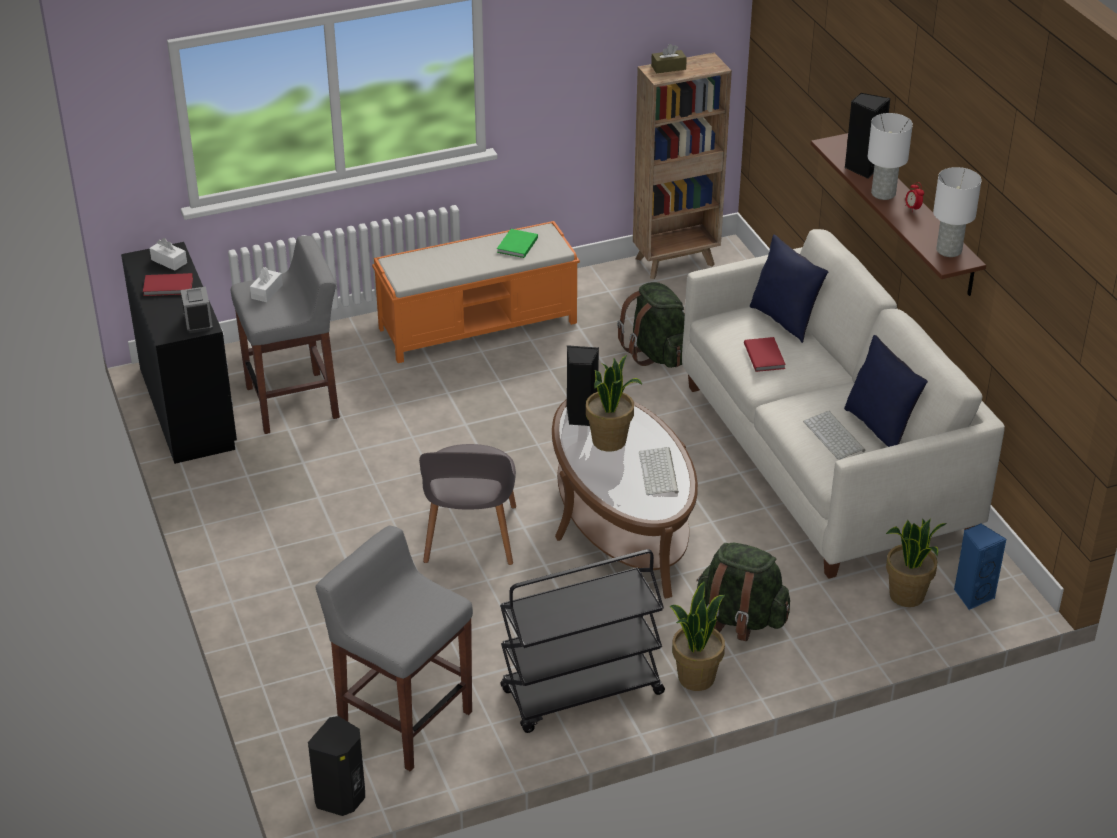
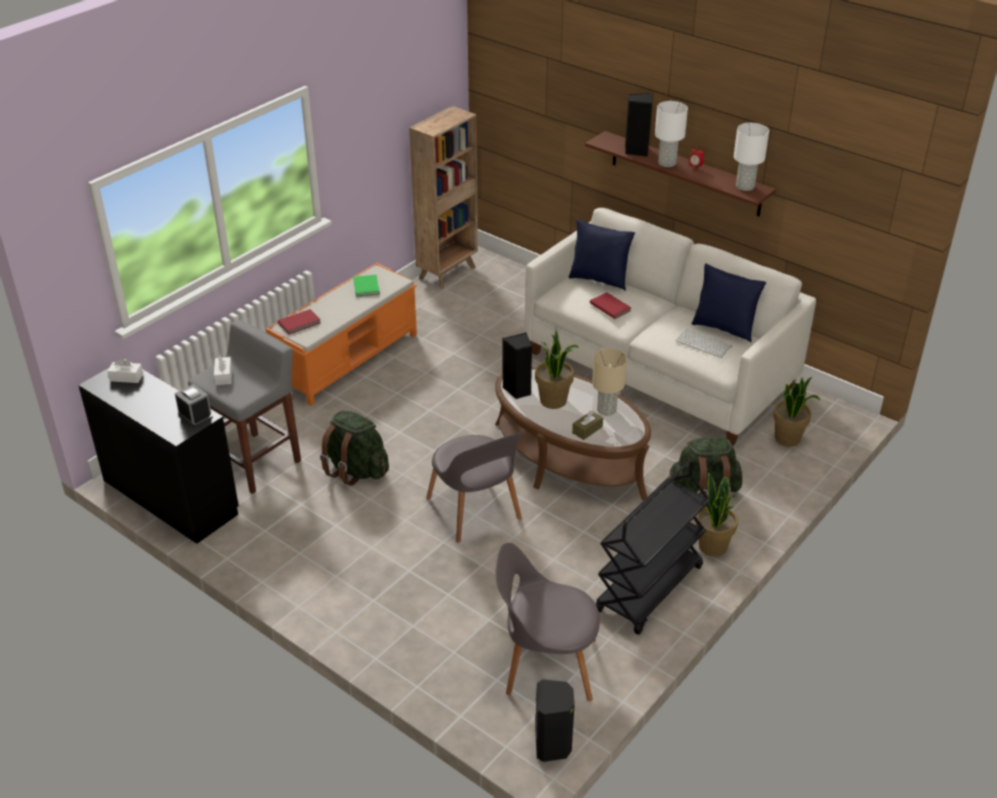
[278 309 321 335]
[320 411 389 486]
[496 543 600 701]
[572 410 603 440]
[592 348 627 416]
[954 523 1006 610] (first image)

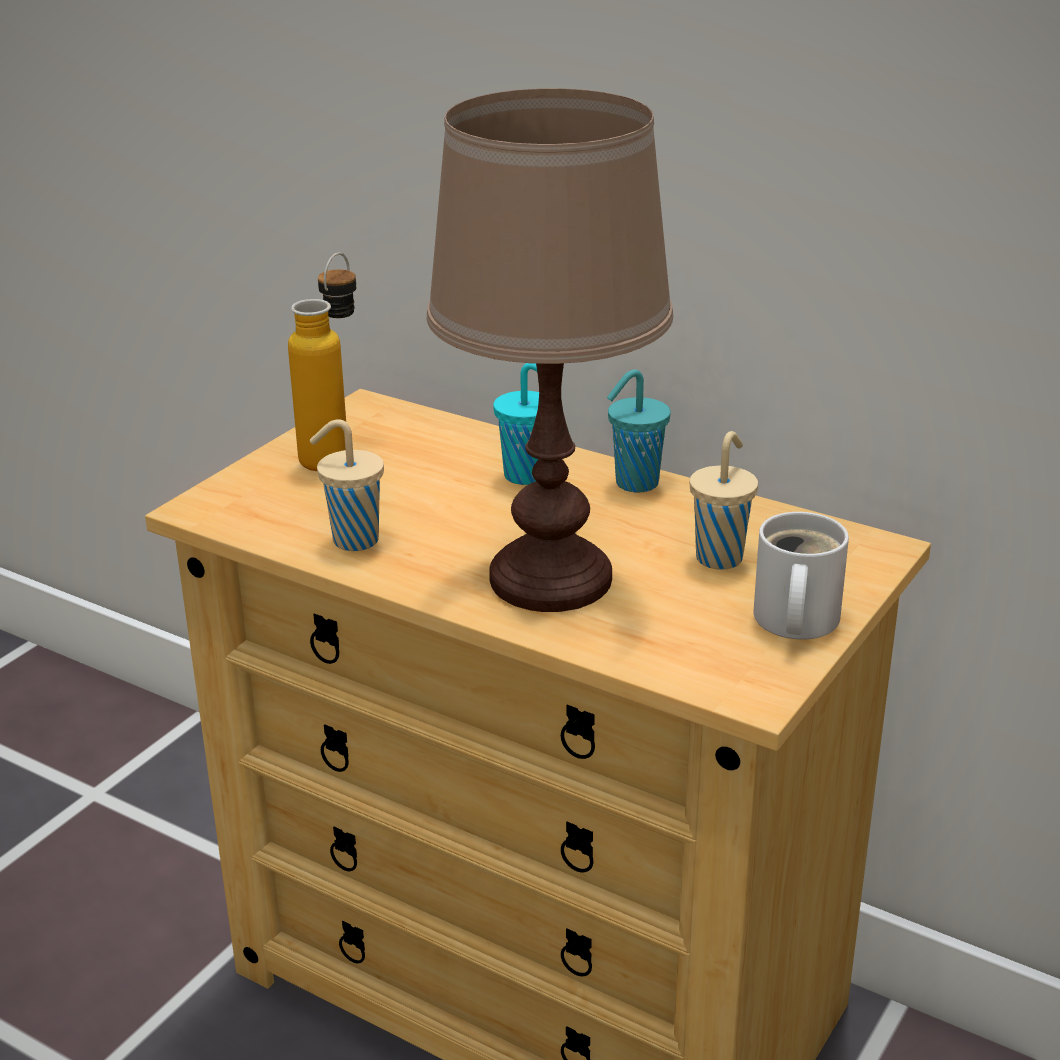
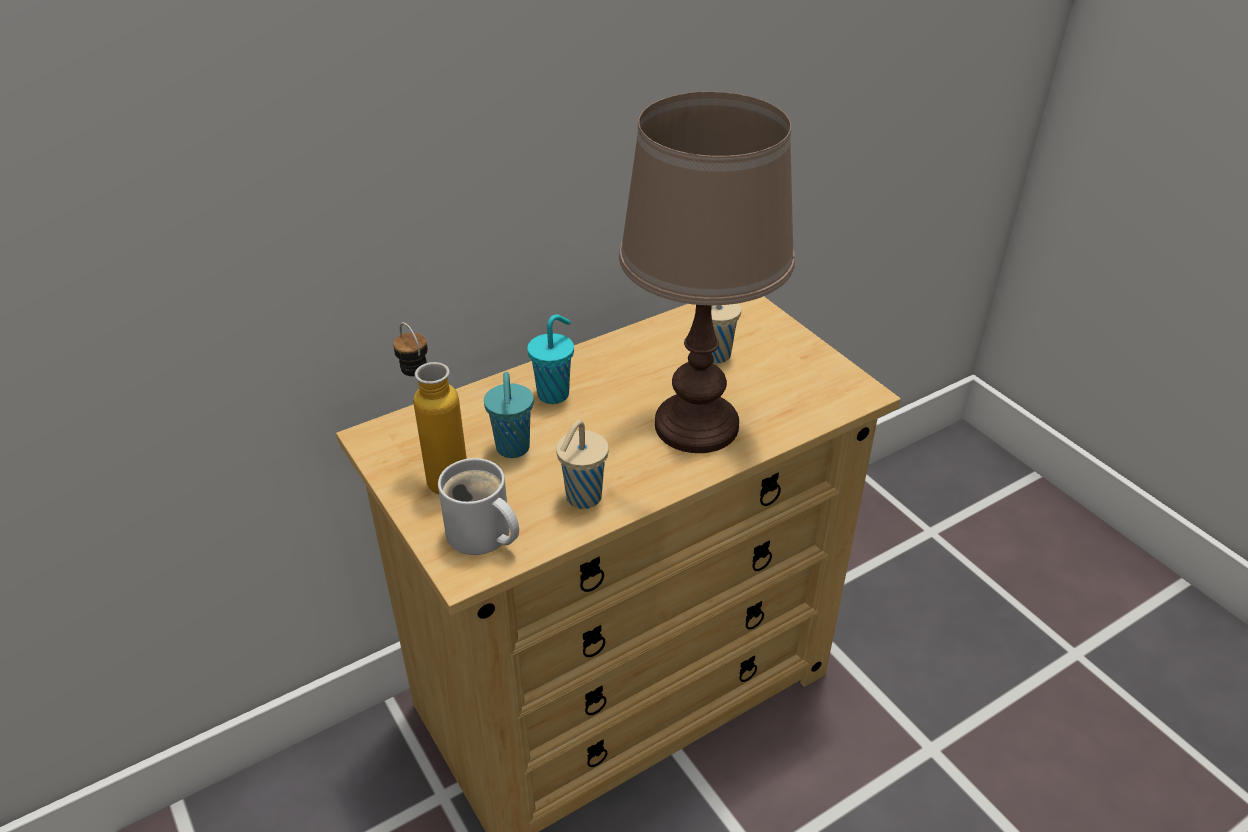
[438 458 519 555]
[484 372 534 458]

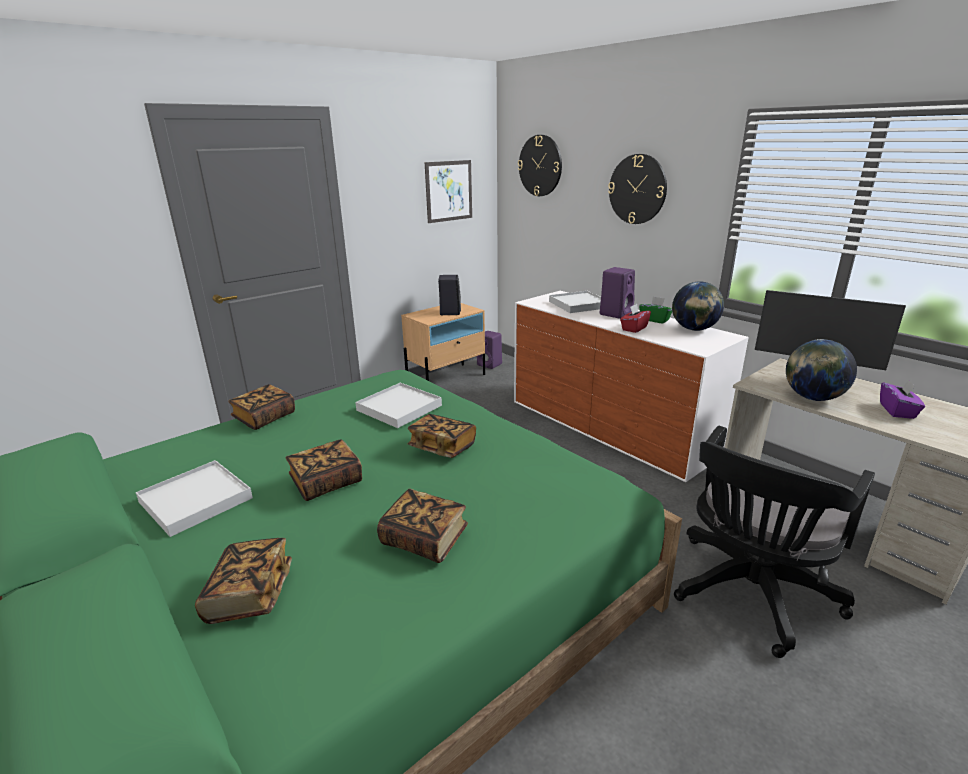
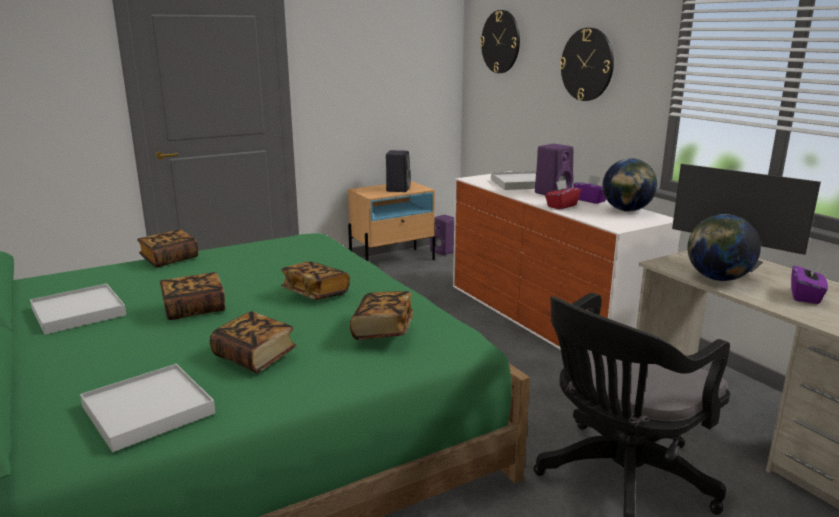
[80 364 215 452]
[350 291 413 340]
[573 175 606 204]
[425 160 472 223] (first image)

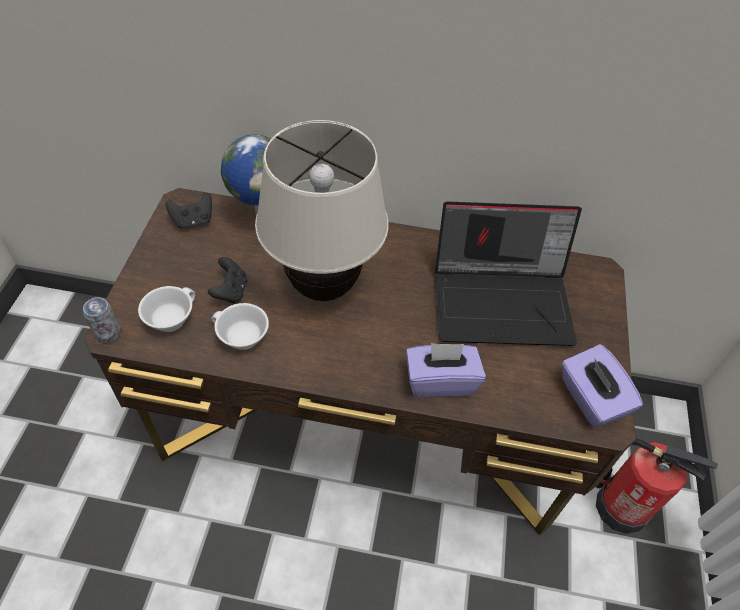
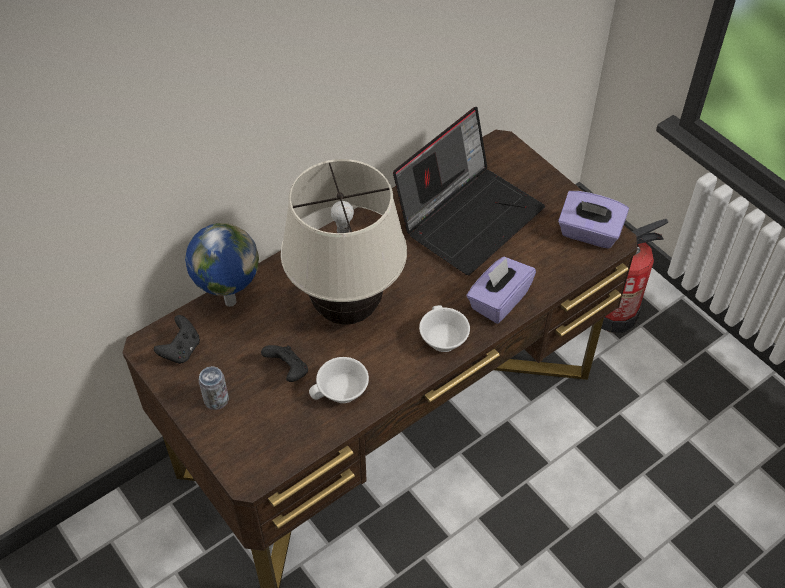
[199 366 229 410]
[419 305 470 352]

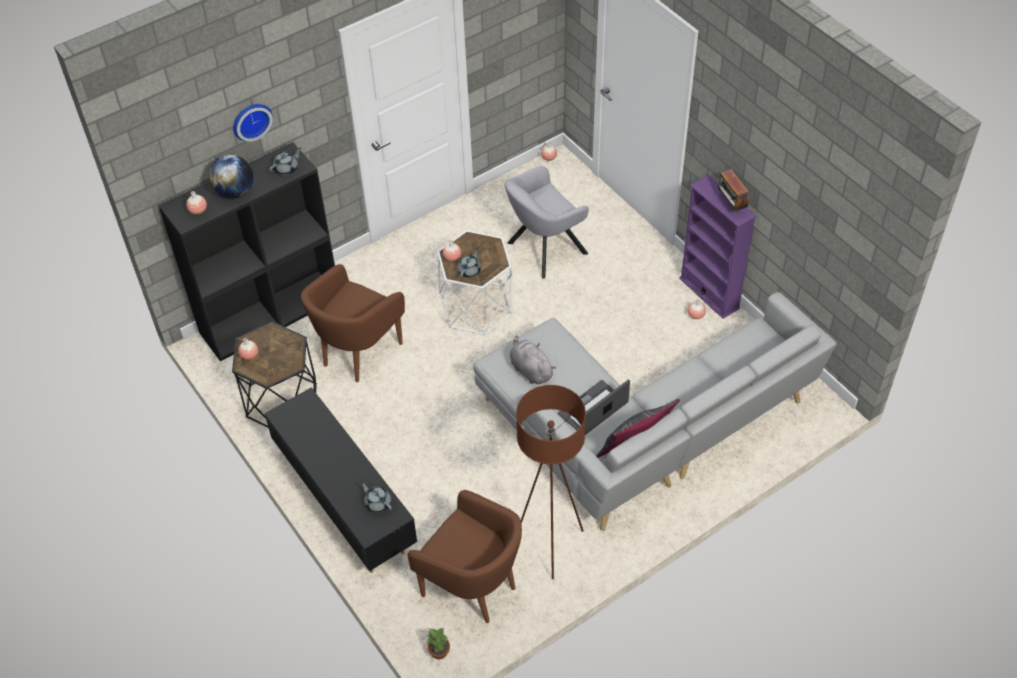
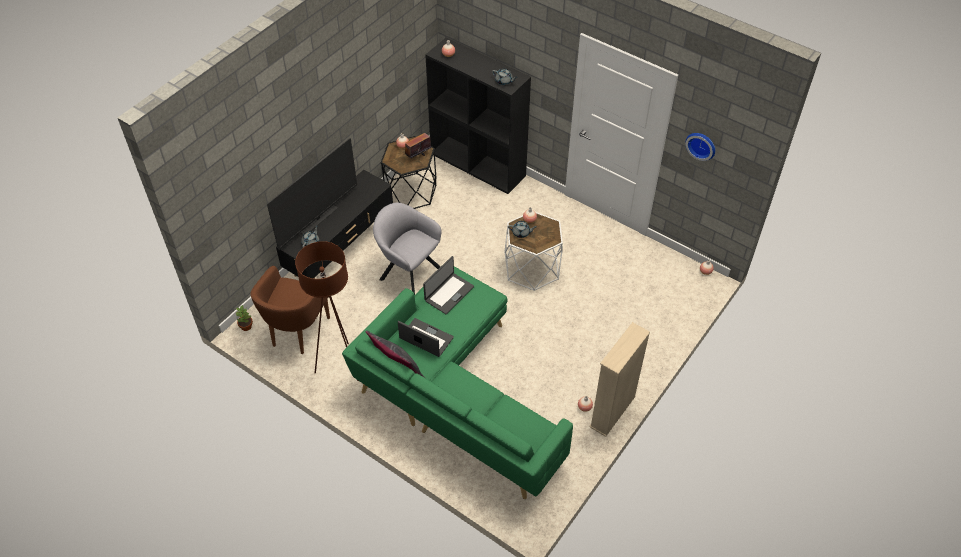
[267 138 357 250]
[342 266 573 499]
[373 203 441 295]
[405 133 431 158]
[423 256 474 314]
[589 322 650 437]
[686 133 715 161]
[209 155 253 199] (first image)
[301 264 405 382] (first image)

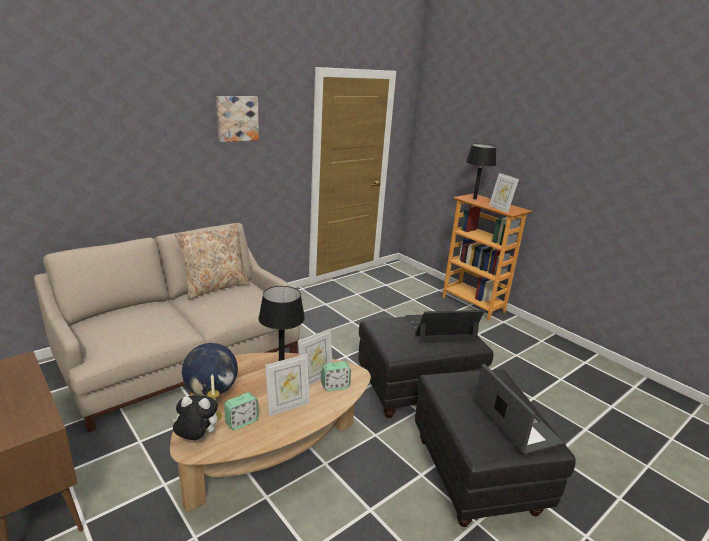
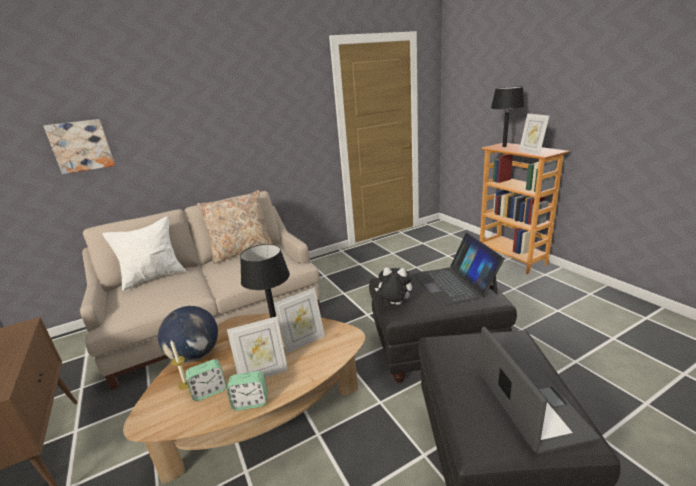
[43 119 115 174]
[102 217 186 291]
[227 371 267 410]
[375 267 412 305]
[414 233 504 306]

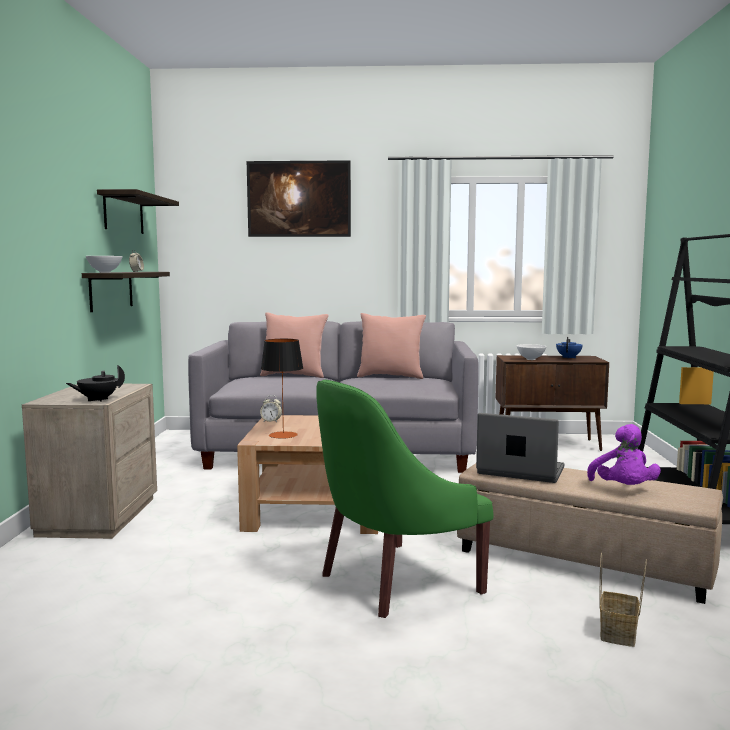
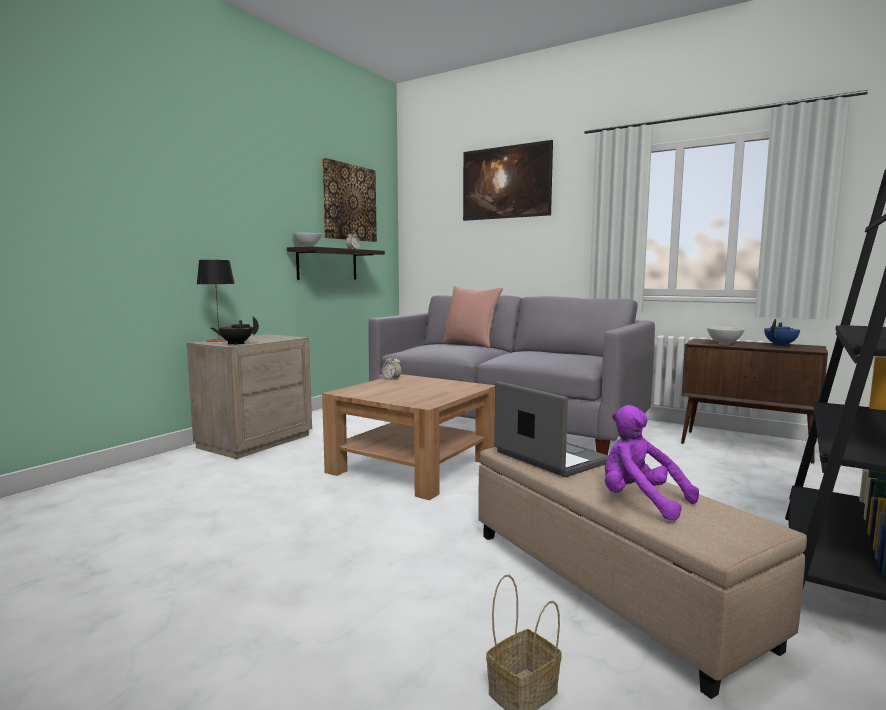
[197 260 235 342]
[322 158 377 242]
[605 405 699 521]
[316 380 493 618] (first image)
[357 313 426 379] (first image)

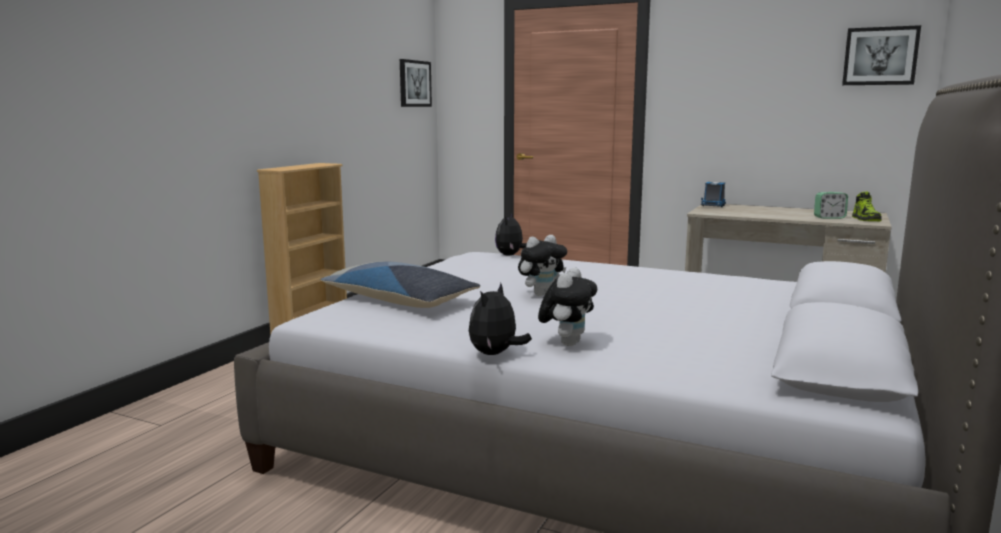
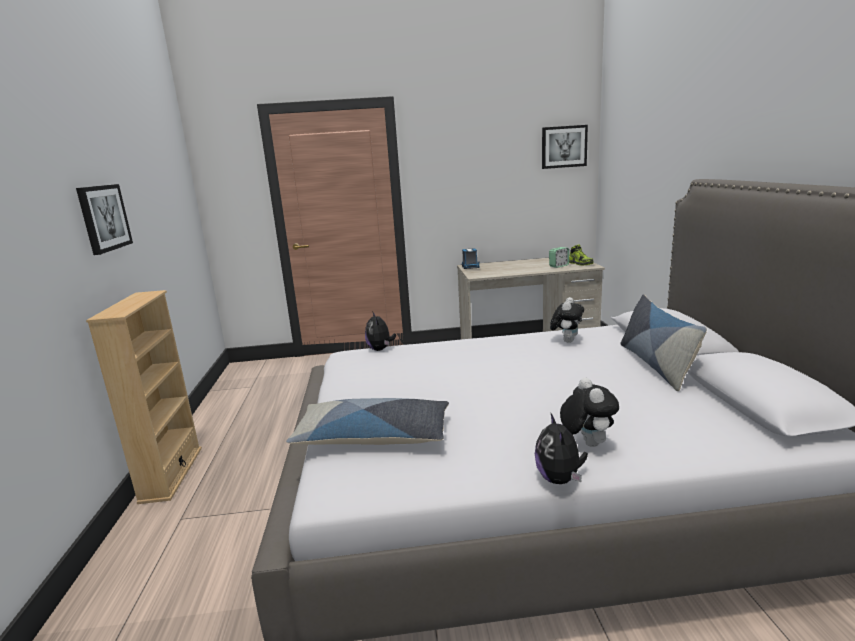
[76 184 133 255]
[550 297 584 343]
[621 294 707 391]

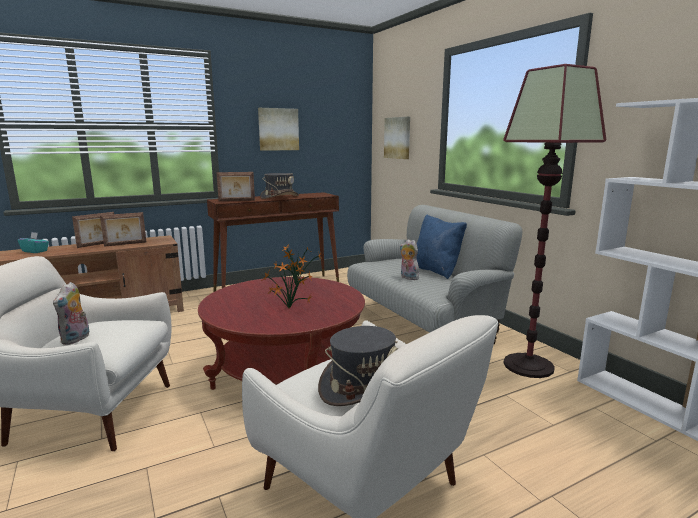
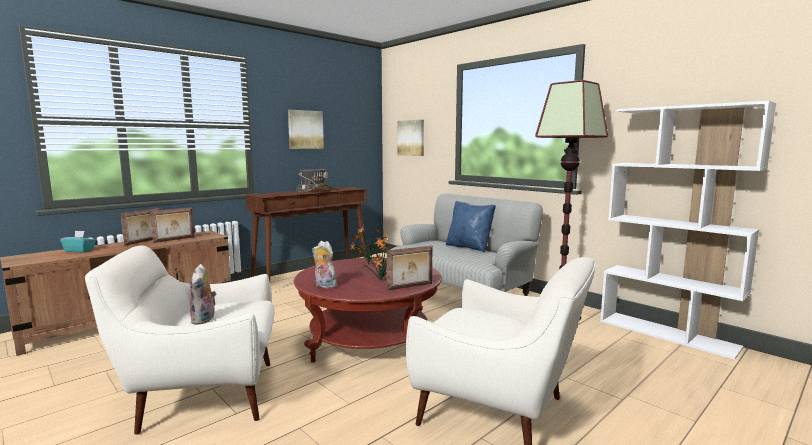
[312 241 338 288]
[387 246 432 290]
[318 326 398 406] (first image)

